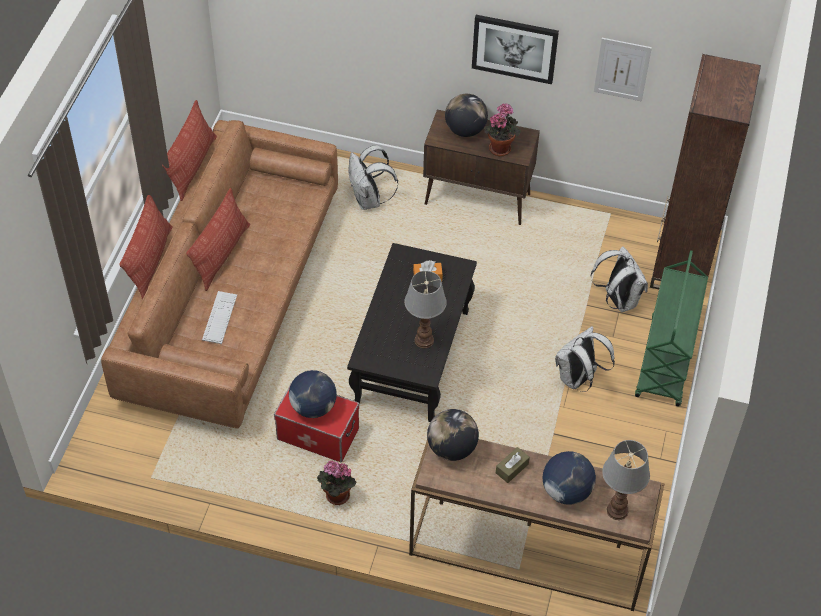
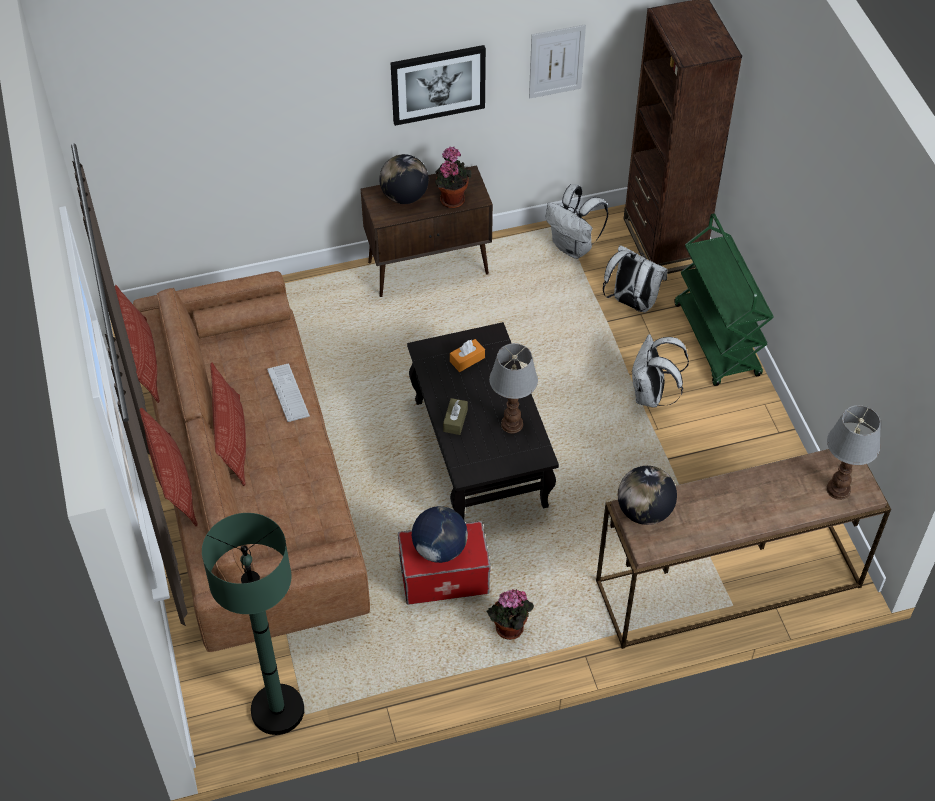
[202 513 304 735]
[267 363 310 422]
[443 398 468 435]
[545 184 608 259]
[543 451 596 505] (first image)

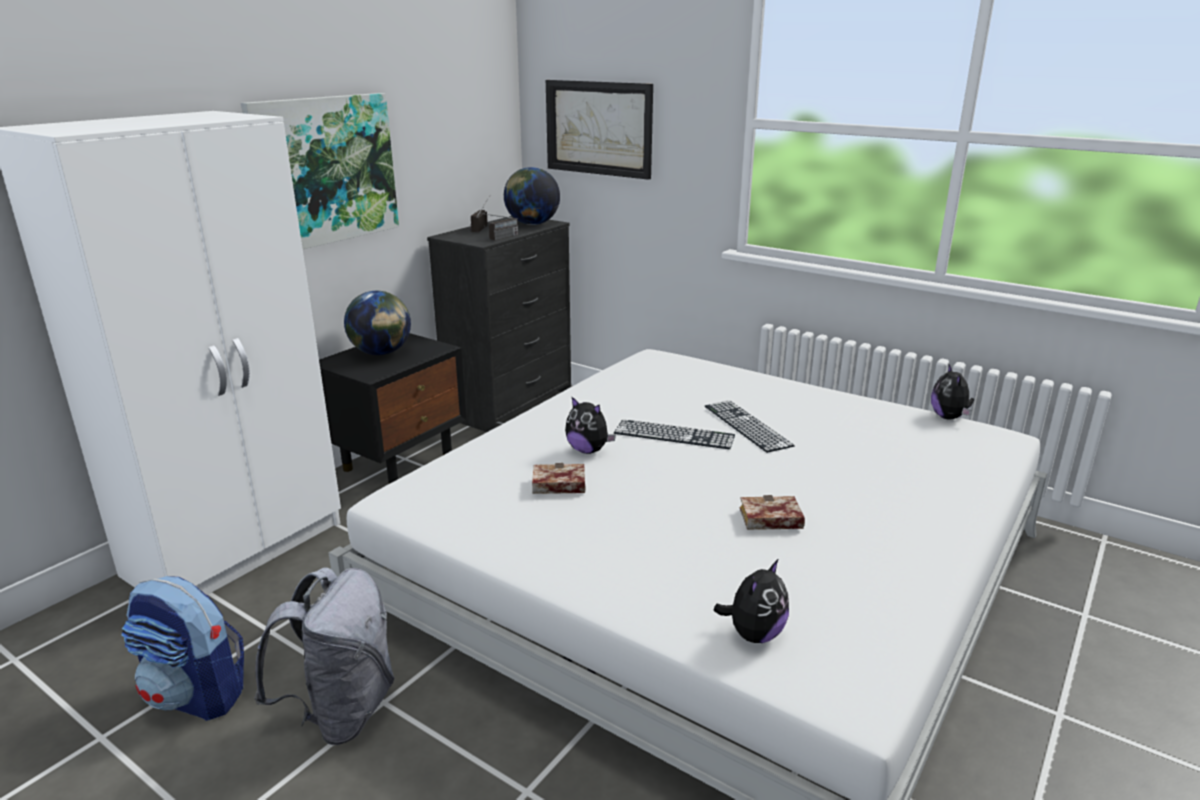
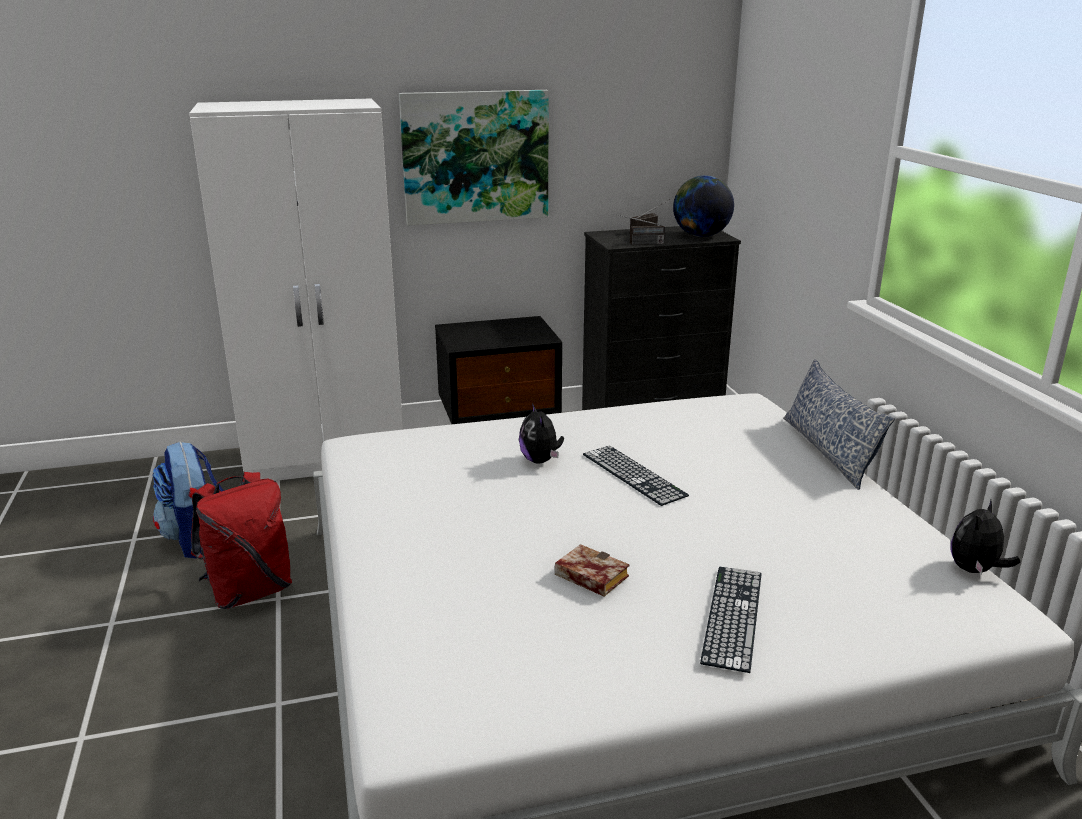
[191 472 292 609]
[700 567 762 673]
[783 359 895 490]
[344 291 411 355] (first image)
[532 463 585 494] (first image)
[546 80 653 180] (first image)
[713 559 789 643] (first image)

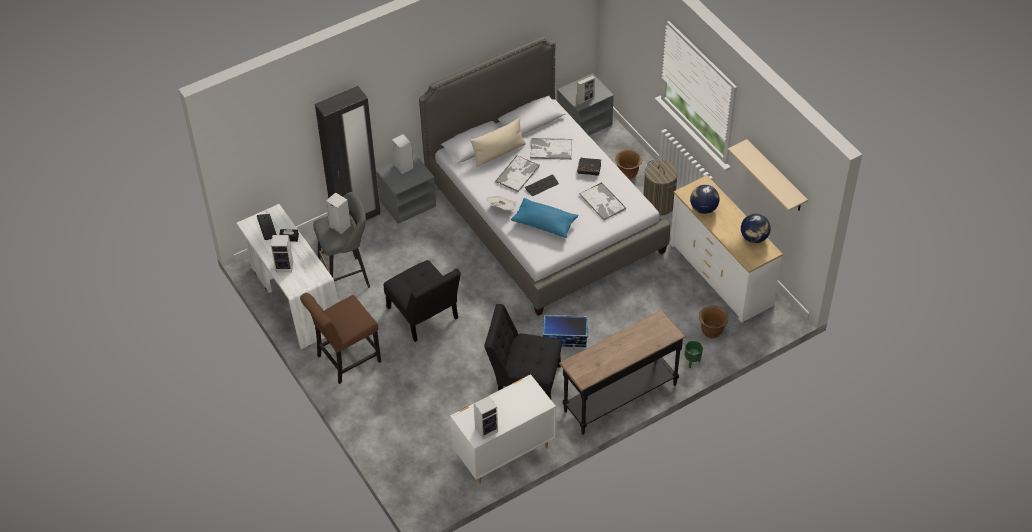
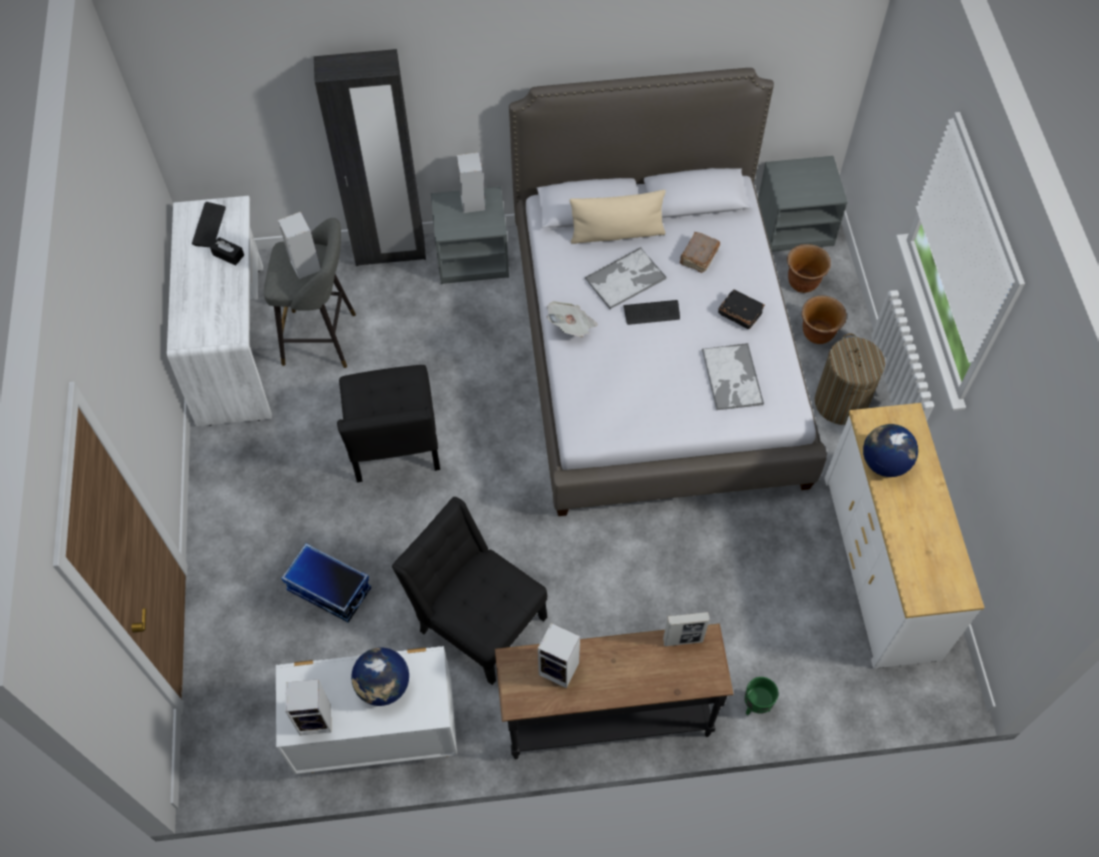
[281 543 371 623]
[351 648 409 706]
[538 623 580 688]
[663 612 710 646]
[680 232 720 273]
[787 244 831 293]
[300 293 381 384] (first image)
[511 198 578 238] (first image)
[728 139 808 211] (first image)

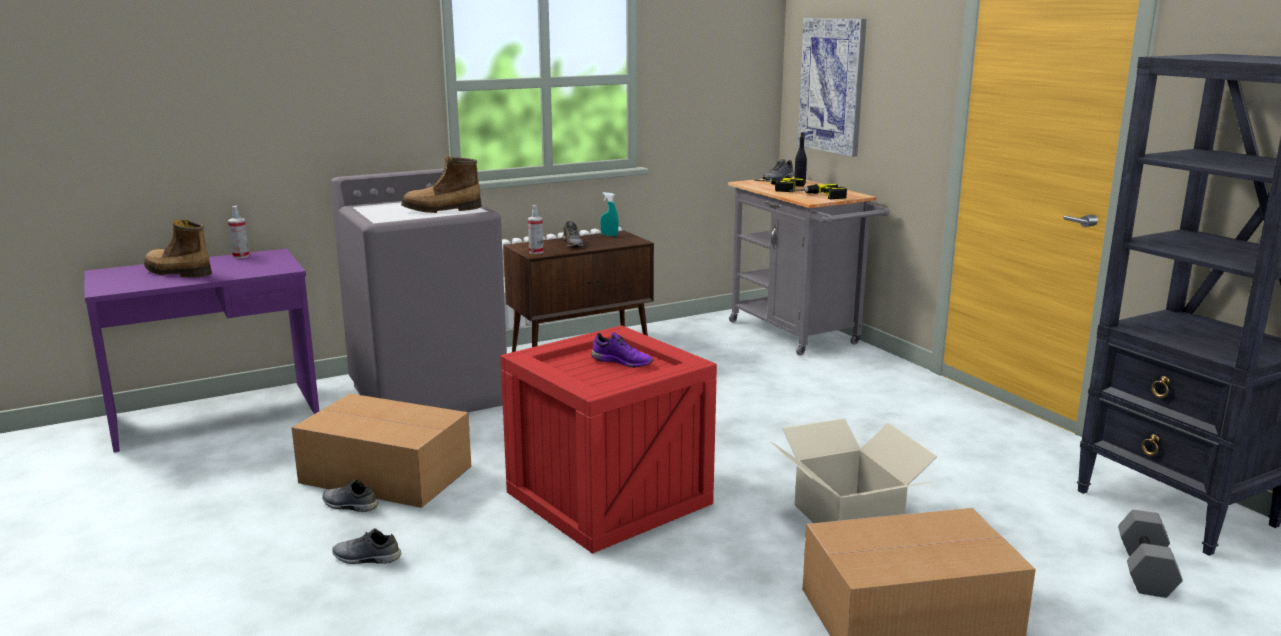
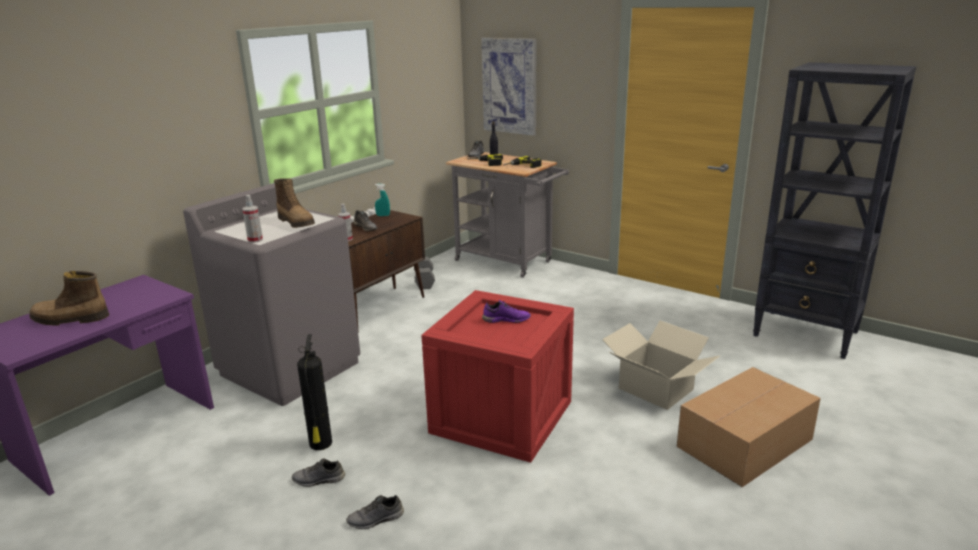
[242 195 263 243]
[274 178 315 228]
[297 334 332 450]
[414 257 435 289]

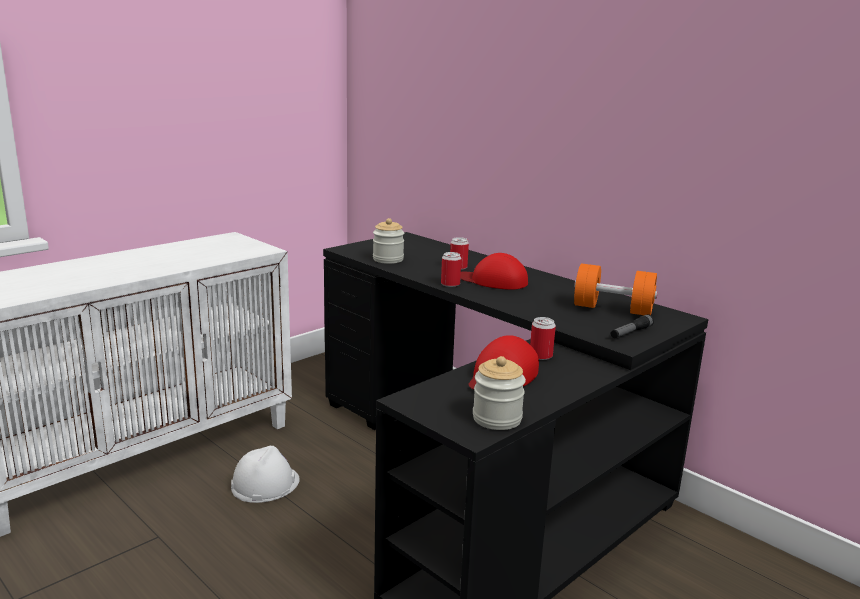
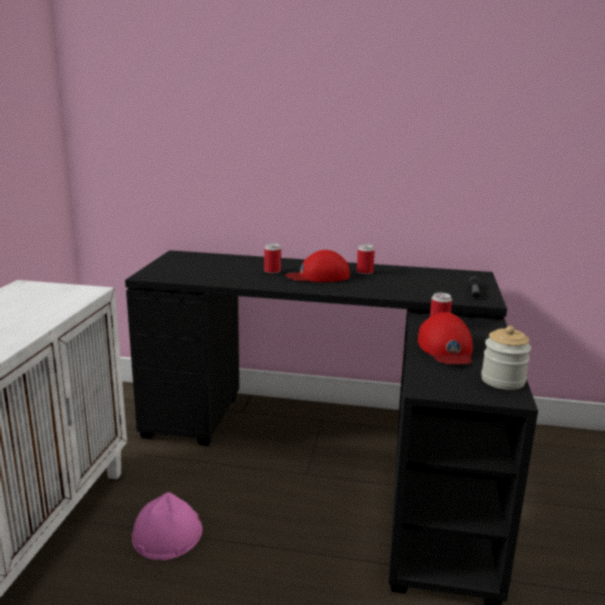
[132 492 202 560]
[357 244 375 274]
[373 218 404 264] (first image)
[574 264 658 315] (first image)

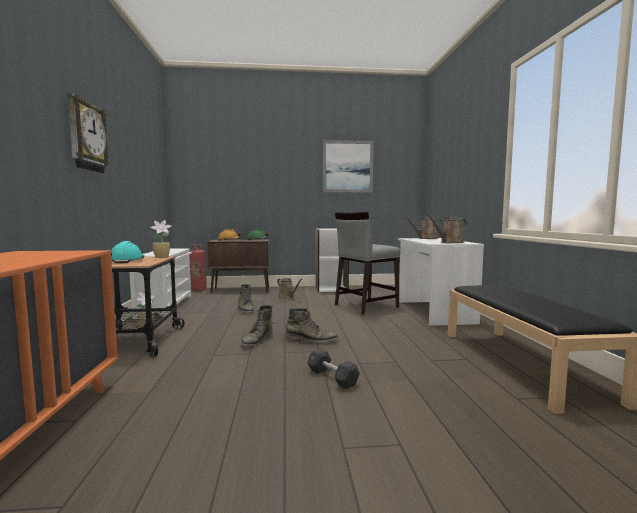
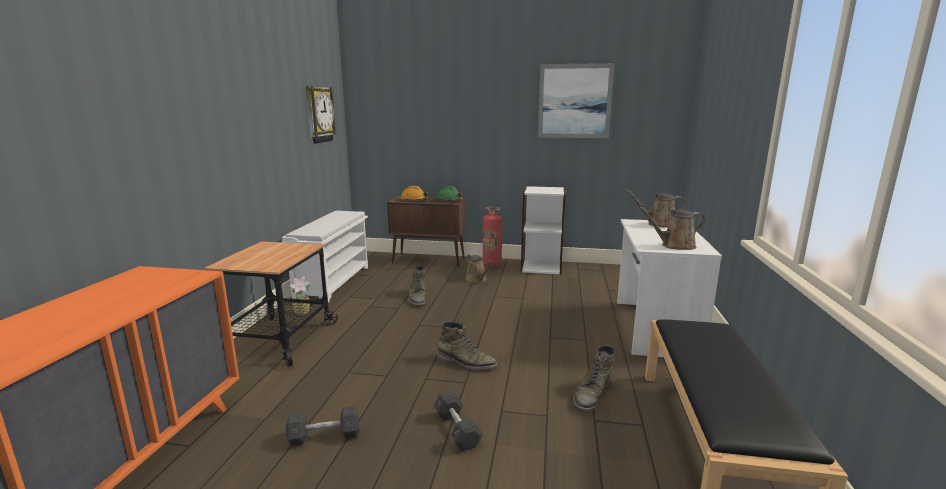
[286 406 359 446]
[305 86 337 144]
[483 207 502 267]
[573 345 615 411]
[111 241 144 263] (first image)
[150 220 172 258] (first image)
[335 212 400 315] (first image)

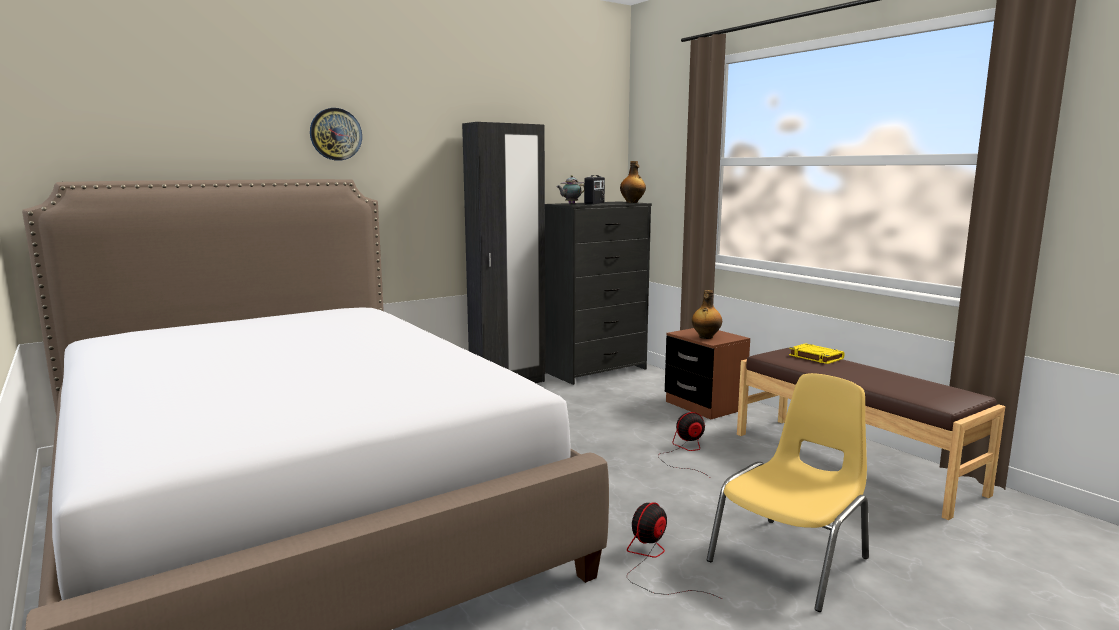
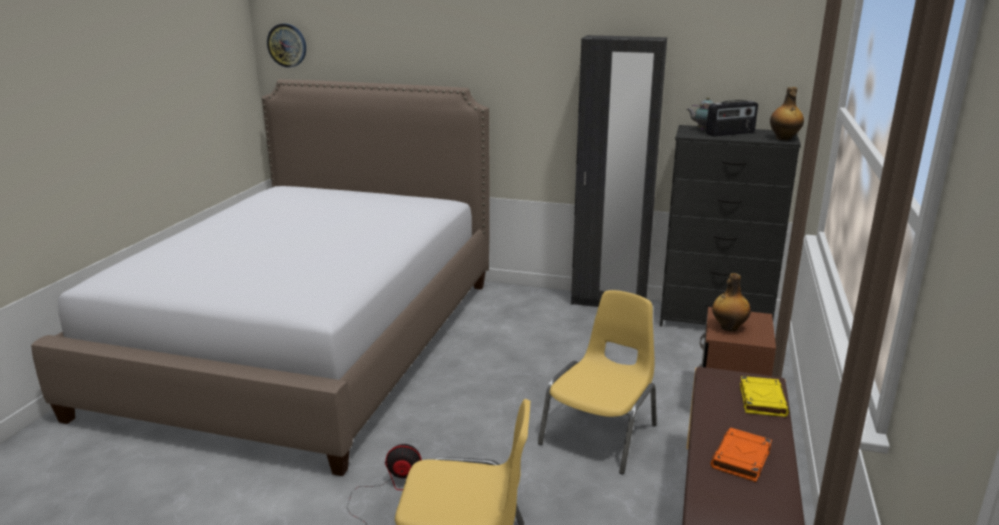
[267 24 306 68]
[538 290 657 474]
[711 428 772 482]

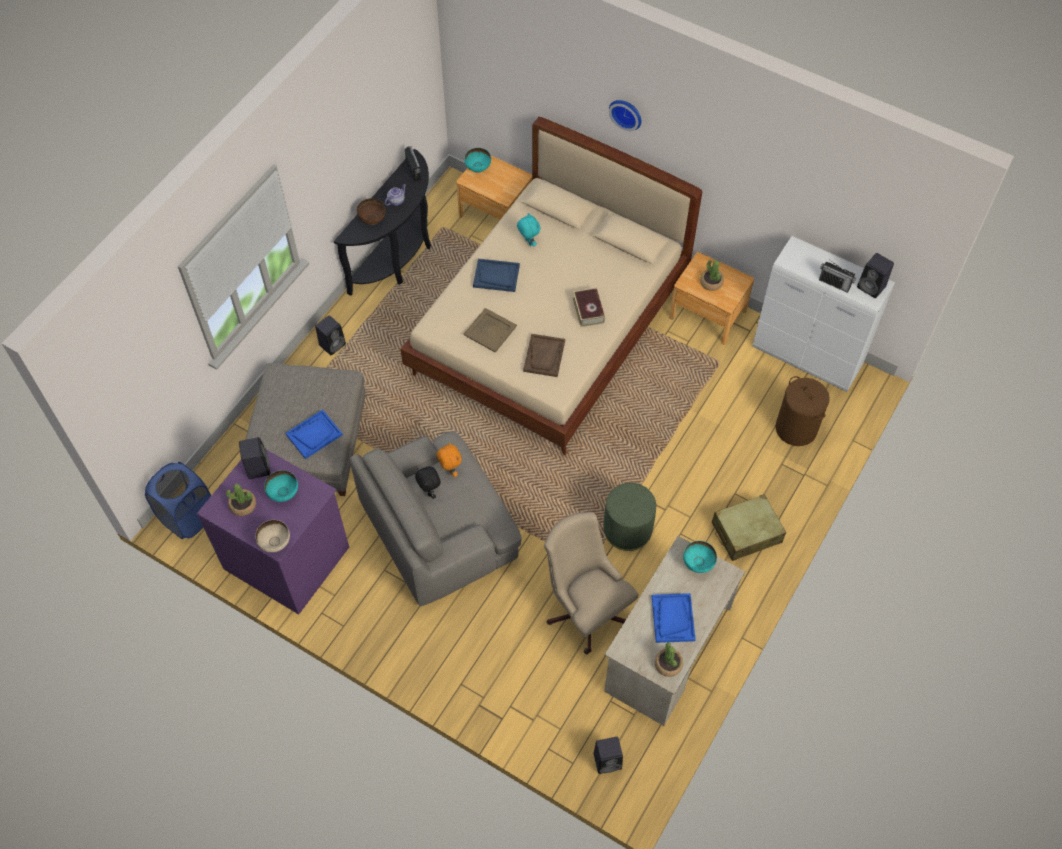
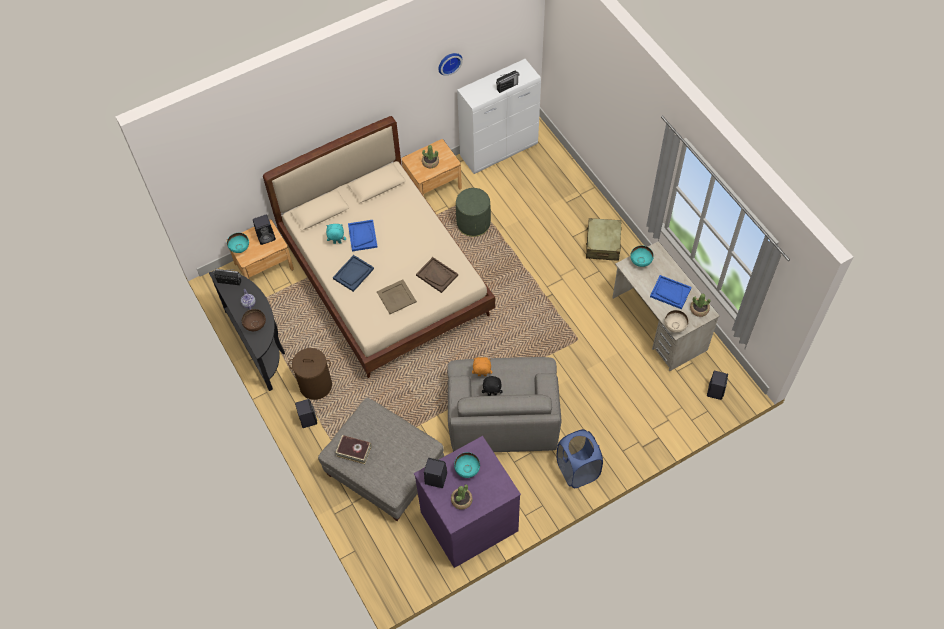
[253 215 276 245]
[288 348 332 400]
[335 435 372 464]
[348 220 378 251]
[438 53 463 76]
[456 188 491 237]
[556 429 603 488]
[665 310 689 333]
[544 512 639 655] (first image)

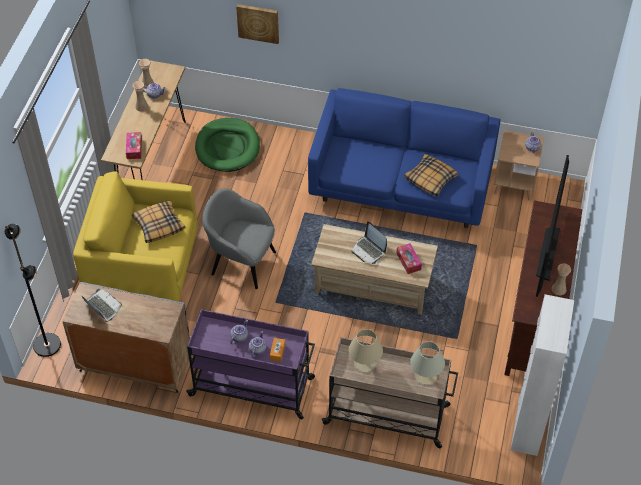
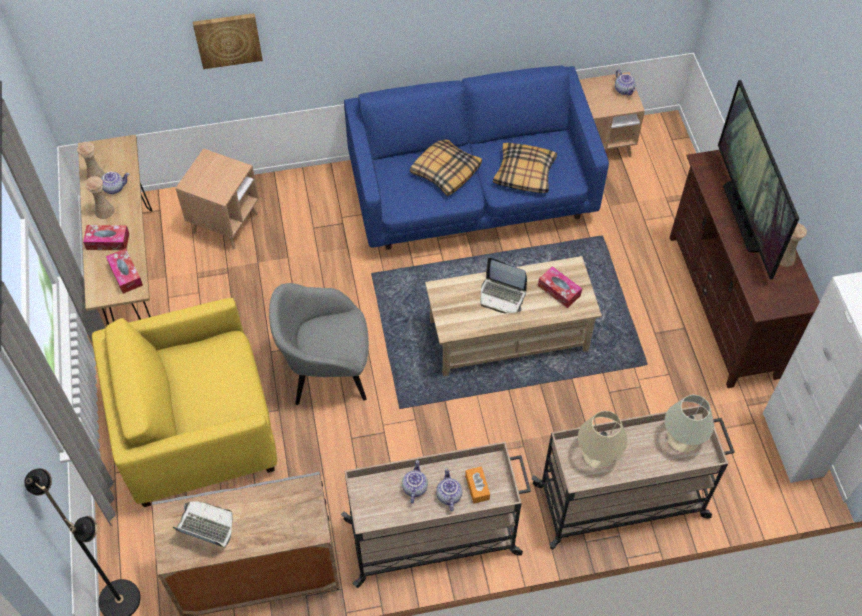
[83 225 129 250]
[175 148 259 249]
[341 442 531 588]
[410 140 482 196]

